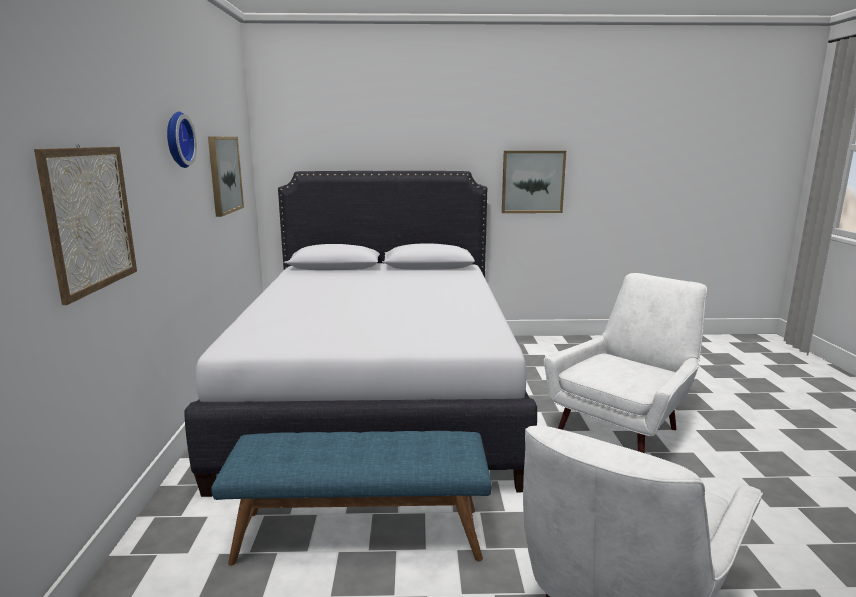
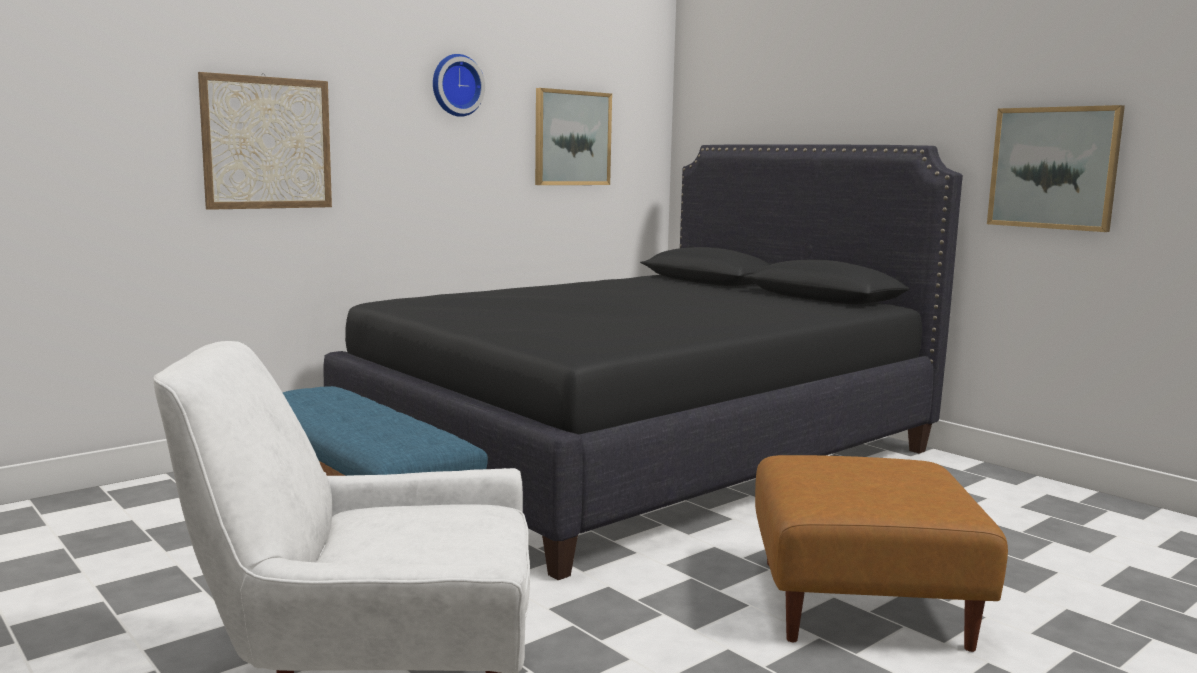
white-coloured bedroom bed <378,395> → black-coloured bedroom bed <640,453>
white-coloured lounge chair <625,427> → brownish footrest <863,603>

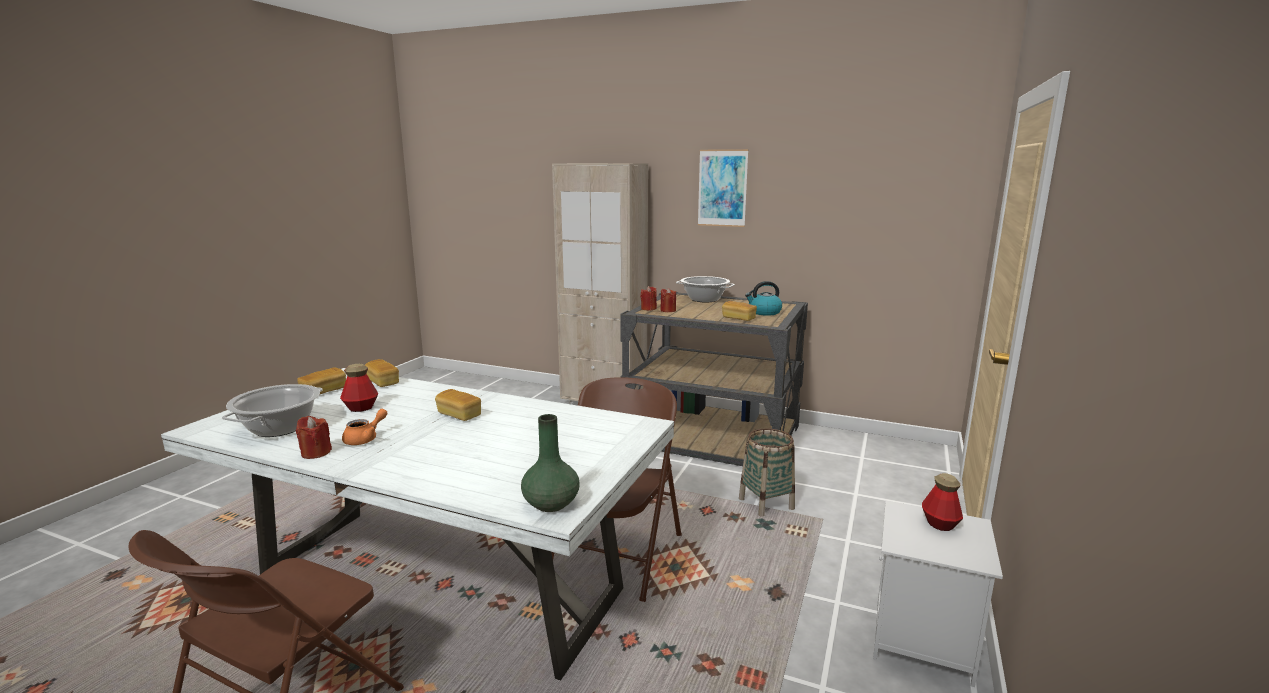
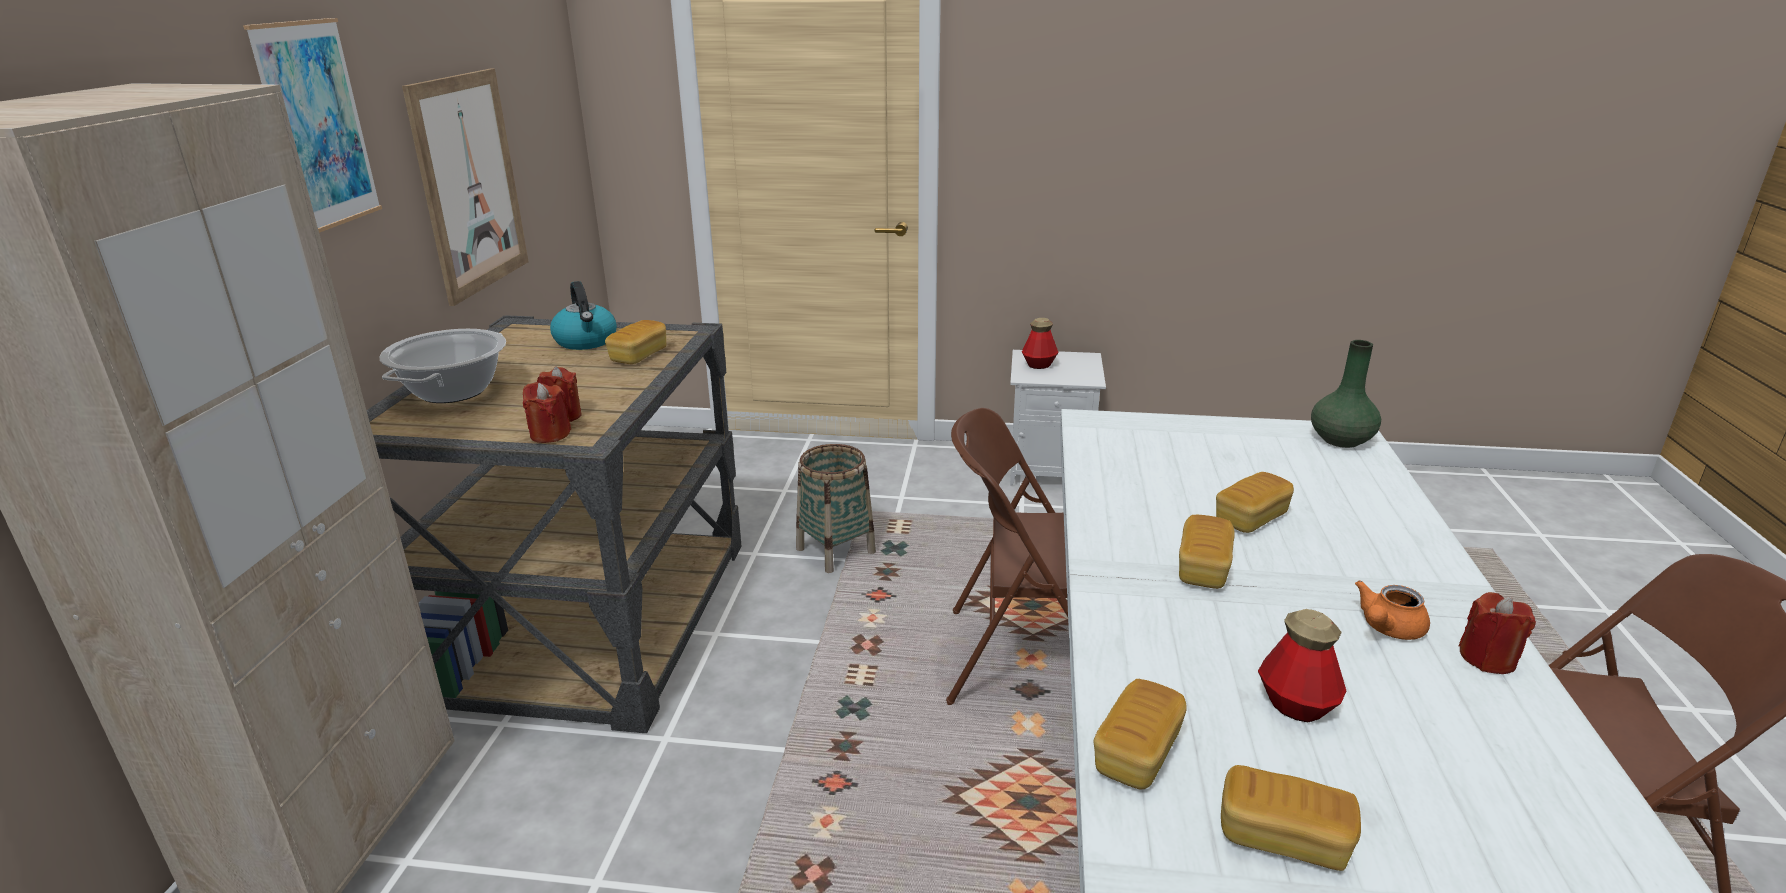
- → wall art <470,184>
- → bakery bread <1251,518>
orange-coloured tea pot <365,439> → orange-coloured tea pot <1387,628>, 60 degrees counterclockwise
saucepot <279,428> → -

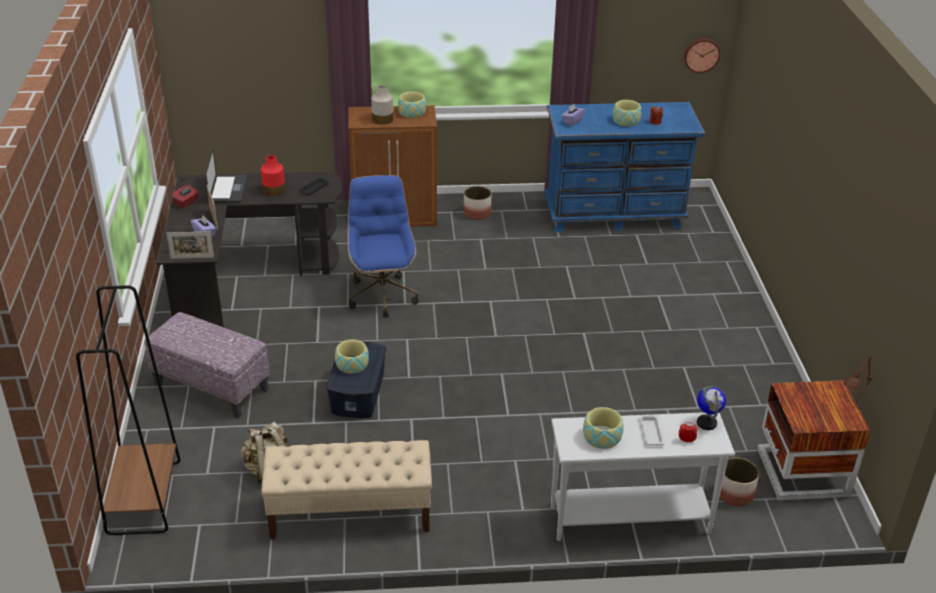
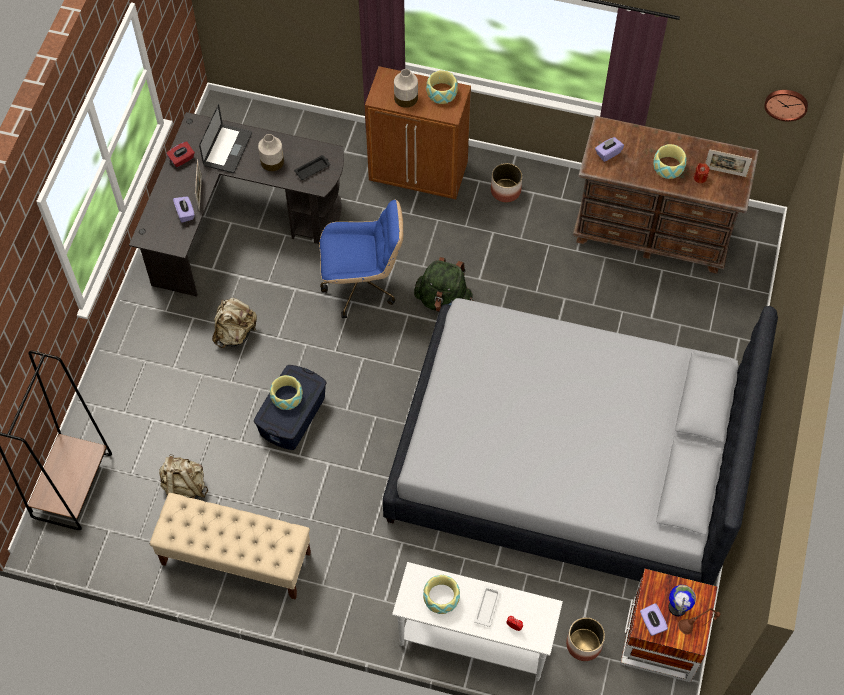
- → sand-coloured knapsack <235,333>
red decorative vase <274,190> → sand-coloured decorative vase <272,161>
blue-coloured office chair <382,294> → blue-coloured office chair <362,287>, 75 degrees clockwise
- → greyish bedroom bed <567,462>
- → green knapsack <444,301>
blue-coloured chest of drawers <614,216> → brownish chest of drawers <651,234>
- → purplish tissue box <652,623>
world globe <706,423> → world globe <677,607>, moved
standing frame <192,258> → standing frame <725,172>, moved
footrest <210,387> → -

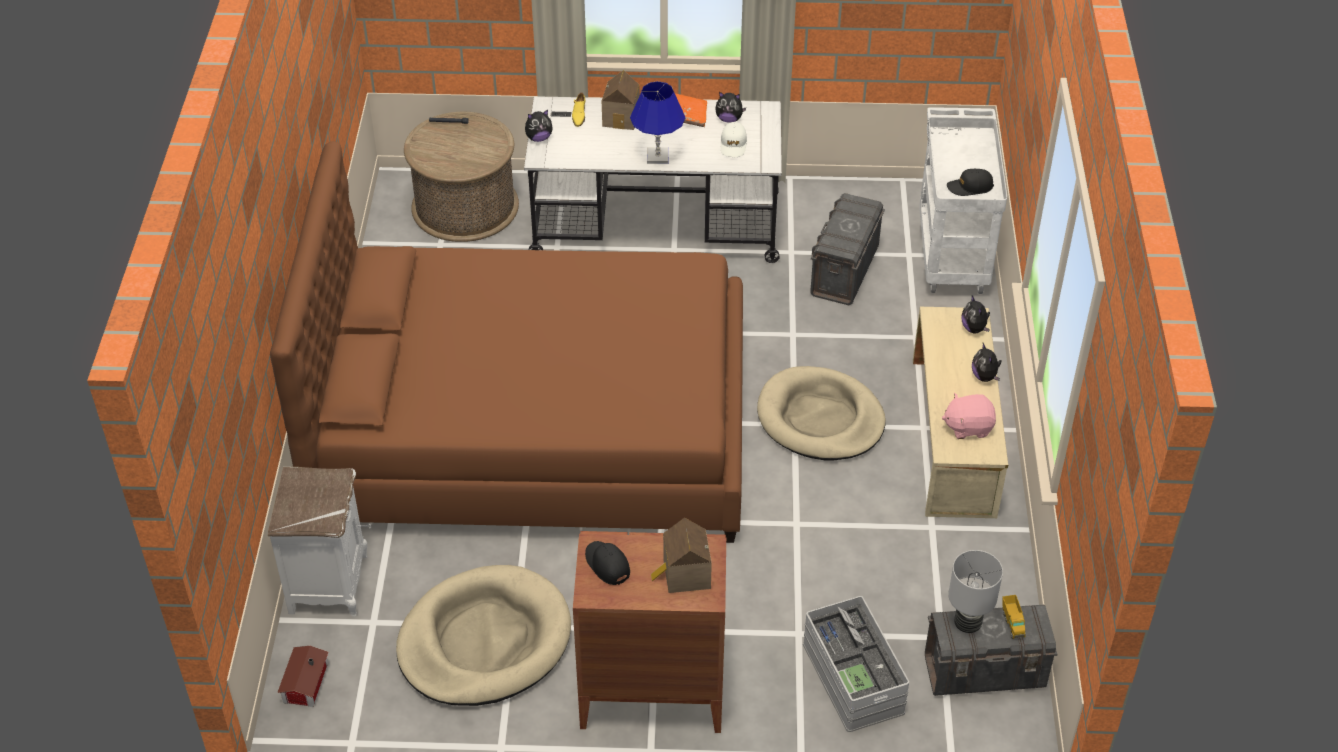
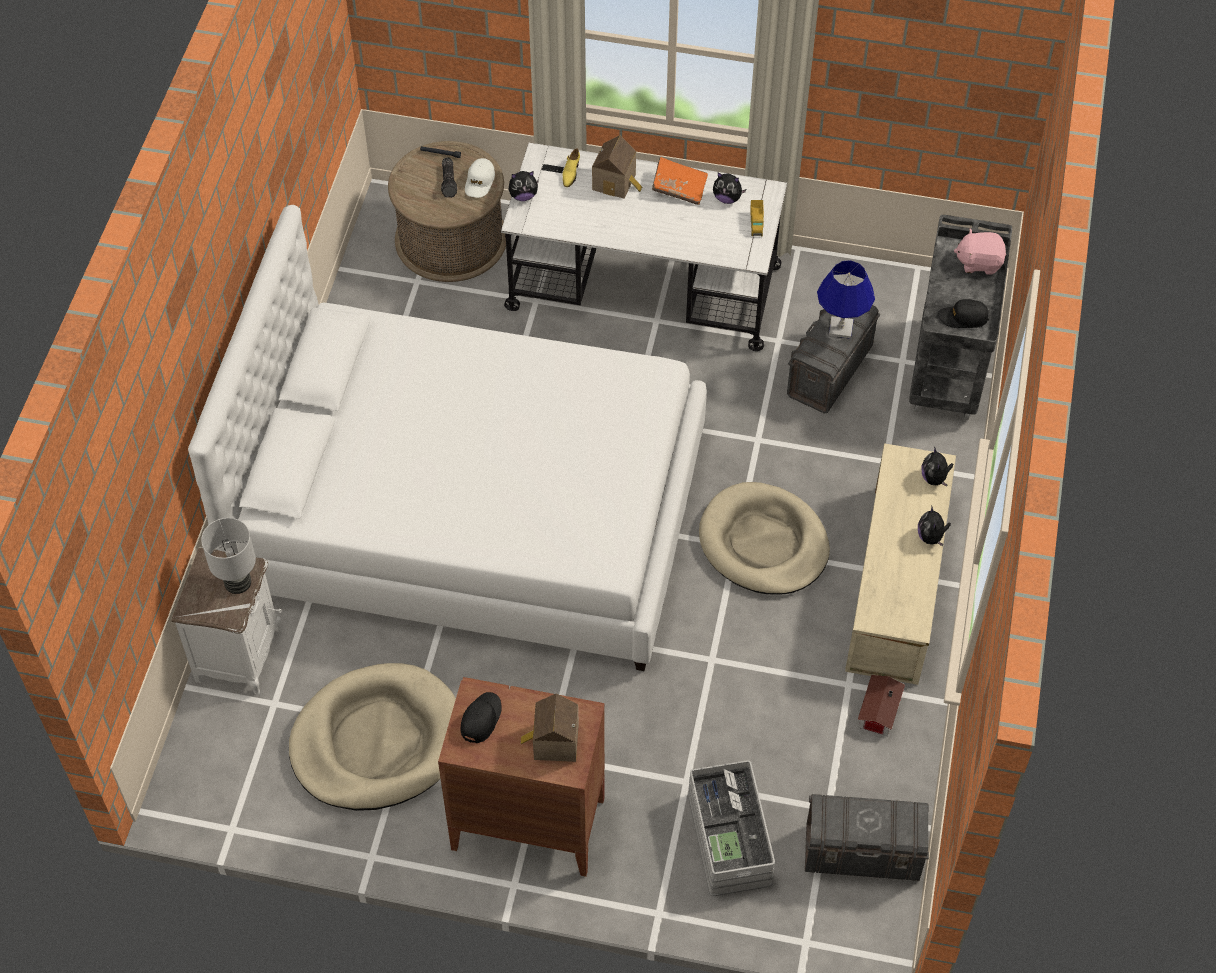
brownish bedroom bed <533,428> → white-coloured bedroom bed <470,511>
greyish table lamp <967,622> → greyish table lamp <237,582>, moved
- → hand torch <449,182>
black-coloured baseball cap <607,564> → black-coloured baseball cap <481,719>, 45 degrees clockwise
white-coloured baseball cap <733,144> → white-coloured baseball cap <479,182>, moved
toy truck <1012,623> → toy truck <756,224>, moved
blue-coloured table lamp <657,157> → blue-coloured table lamp <841,328>, moved
miniature house <303,684> → miniature house <877,711>, moved
white-coloured wheeled cart <951,253> → black-coloured wheeled cart <948,366>
pink-coloured plush toy <968,427> → pink-coloured plush toy <979,262>, moved

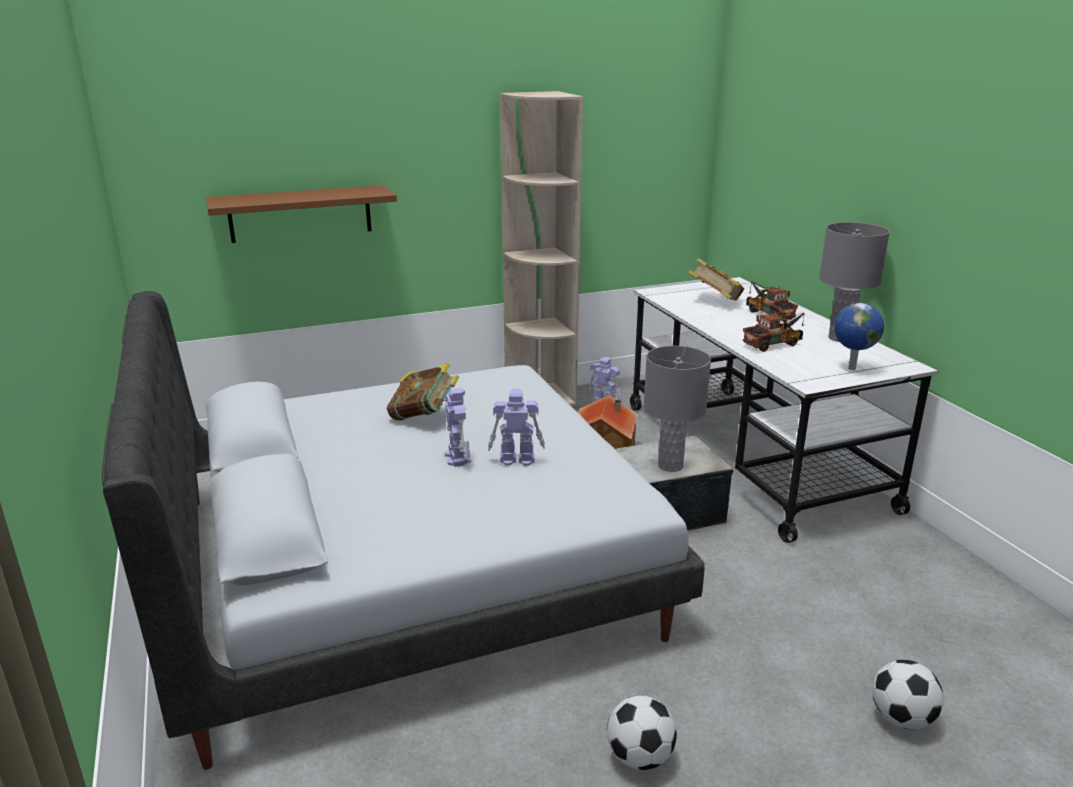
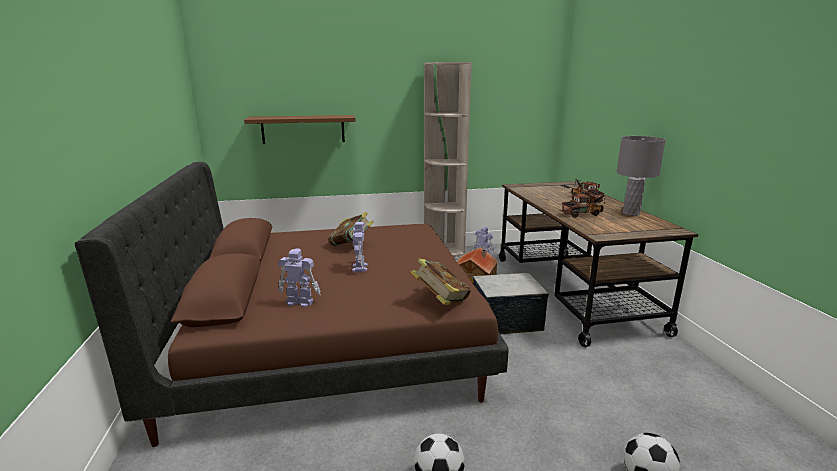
greyish bedroom bed <404,563> → brownish bedroom bed <328,335>
robot figure <516,459> → robot figure <299,302>, moved
bound book <714,301> → bound book <440,301>, moved
white-coloured desk unit <751,455> → brownish desk unit <571,292>
greyish table lamp <671,466> → -
world globe <850,368> → -

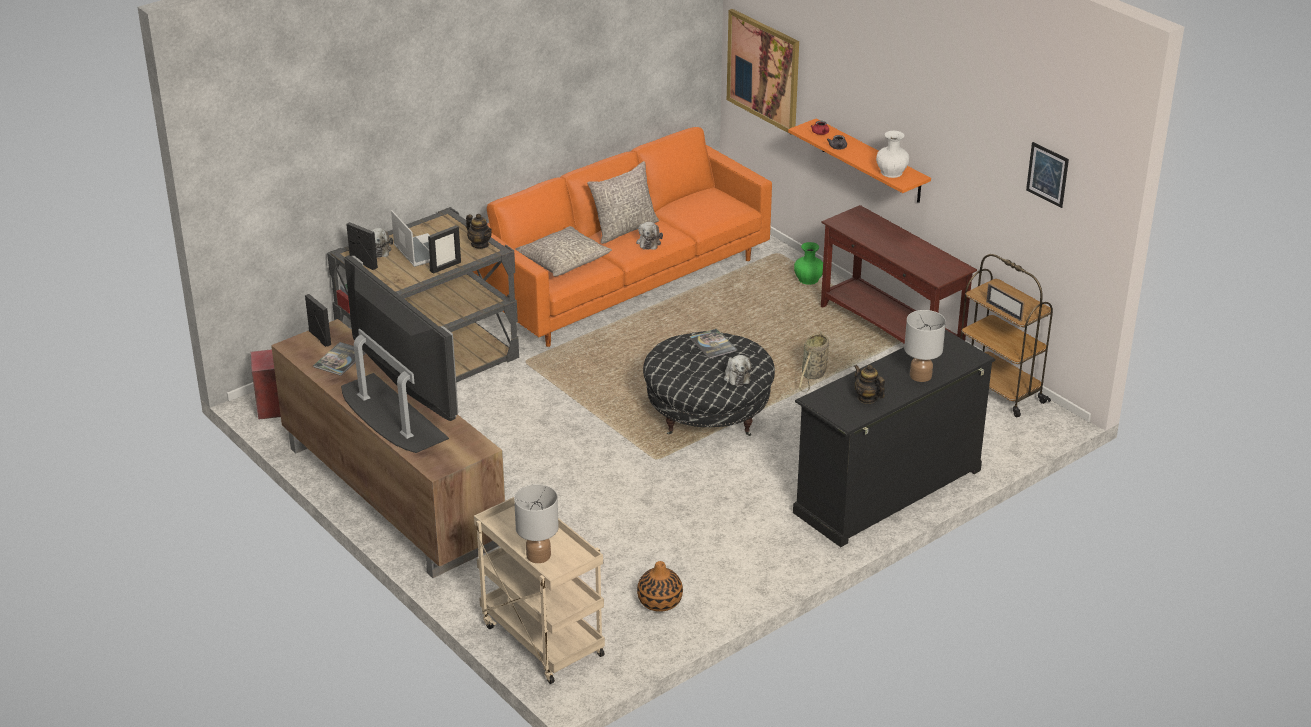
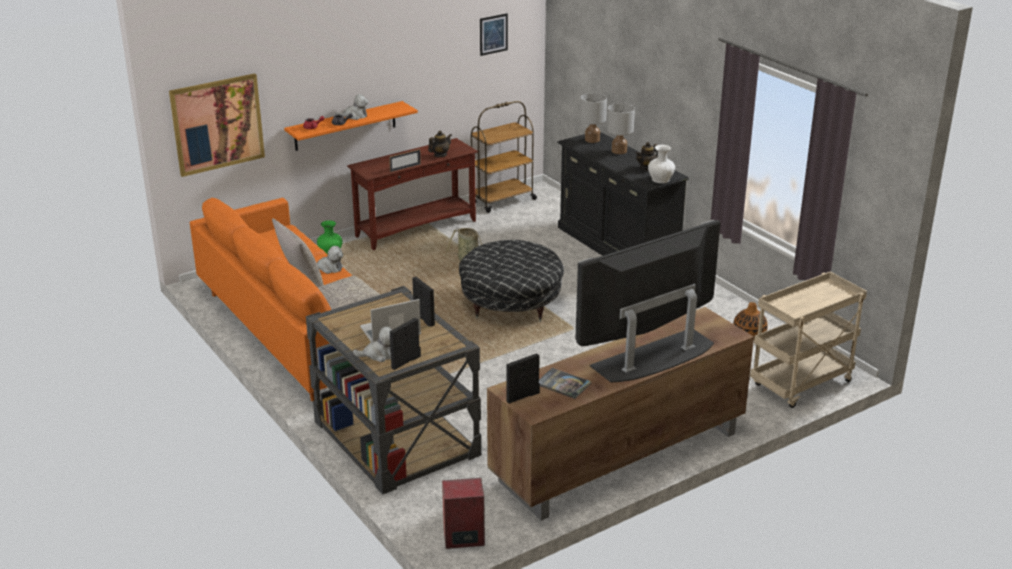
plush toy <736,376> → plush toy <354,116>, moved
standing frame <1004,311> → standing frame <405,168>, moved
tea pot <480,244> → tea pot <440,155>, moved
greyish table lamp <538,555> → greyish table lamp <592,140>, moved
white-coloured decorative vase <891,172> → white-coloured decorative vase <661,179>, moved
bound book <713,344> → -

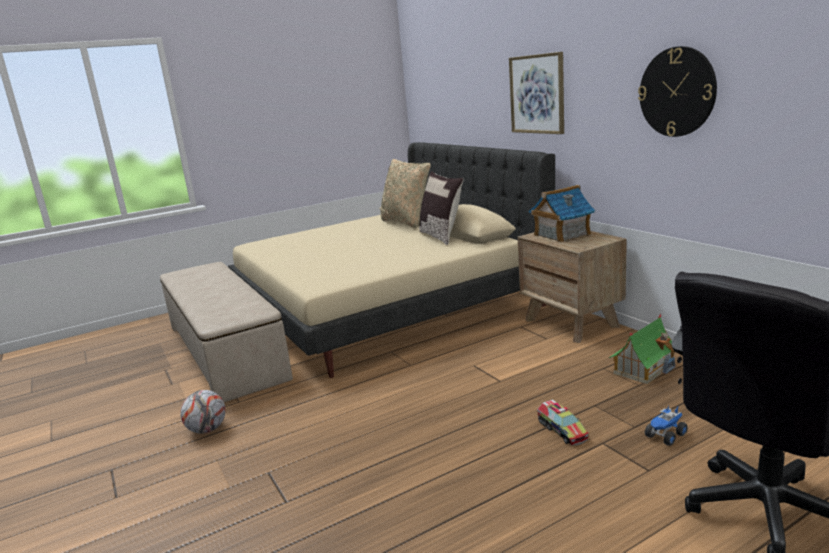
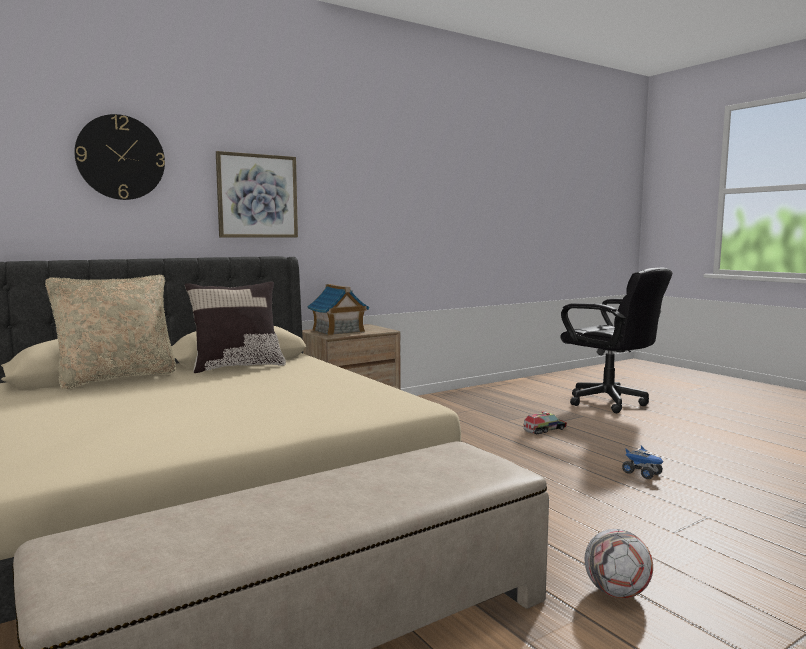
clock on the wall <677,92> → clock on the wall <120,157>, moved
toy truck <665,436> → toy truck <642,473>, moved
miniature house <644,368> → -

